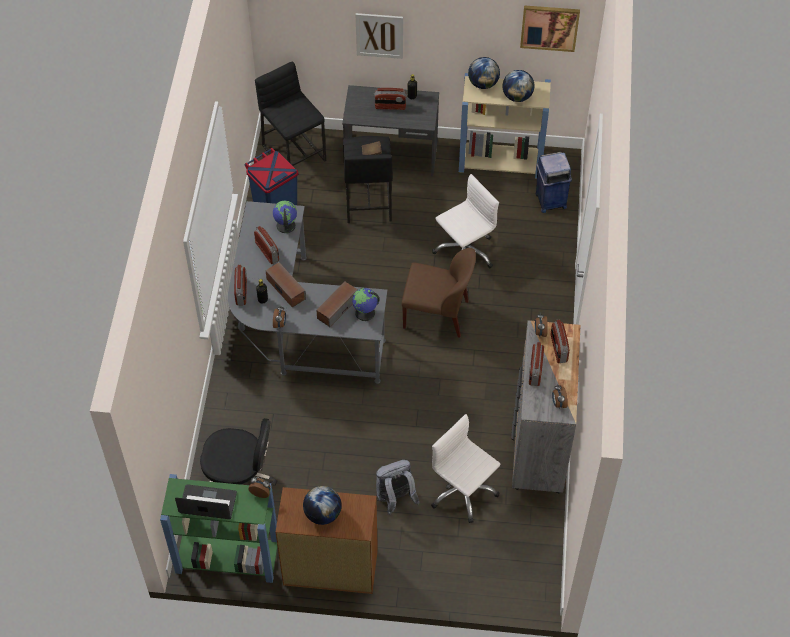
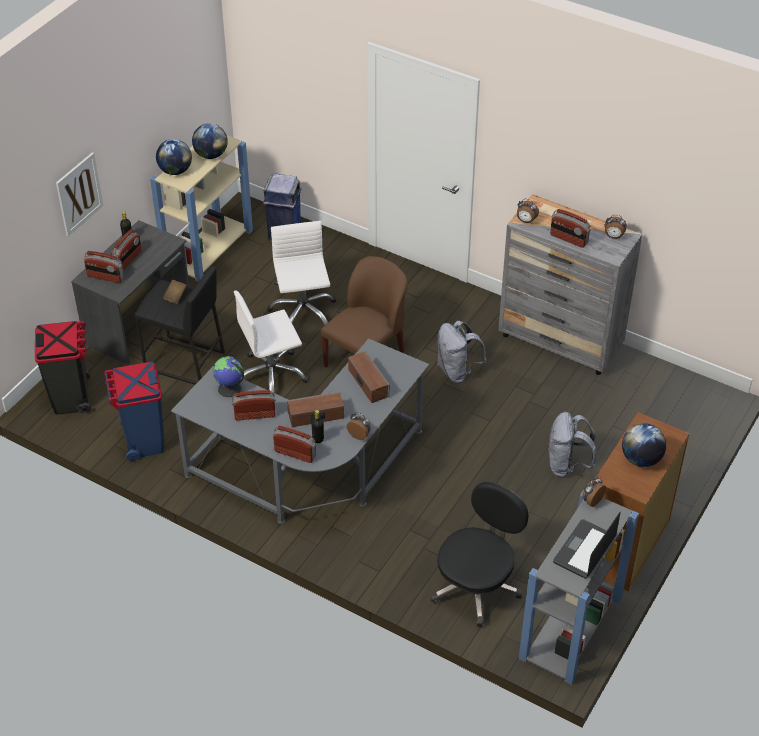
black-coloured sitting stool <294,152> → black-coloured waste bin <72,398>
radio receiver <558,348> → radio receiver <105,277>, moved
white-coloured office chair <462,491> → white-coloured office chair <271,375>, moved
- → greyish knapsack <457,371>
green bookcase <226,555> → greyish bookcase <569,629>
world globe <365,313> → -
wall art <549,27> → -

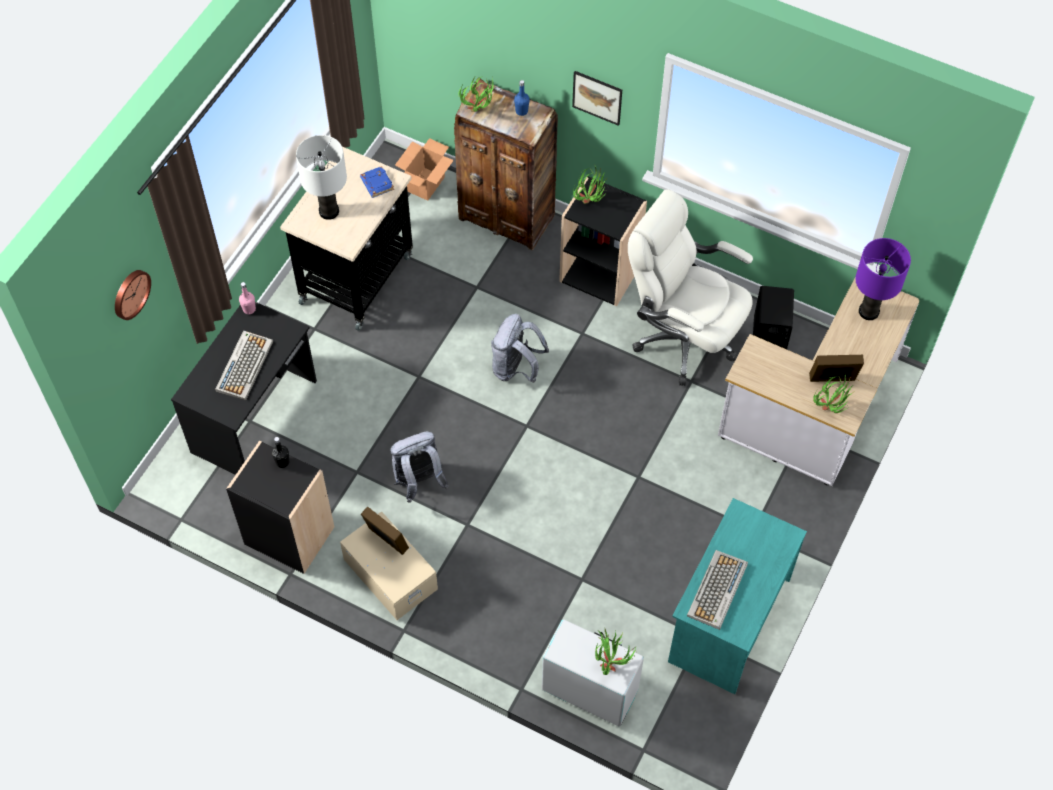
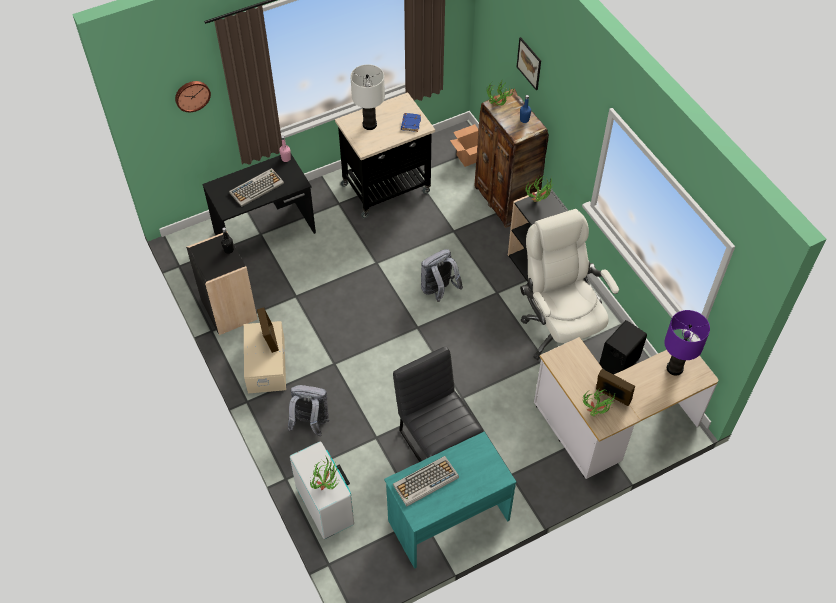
greyish knapsack <418,482> → greyish knapsack <310,423>, moved
- → greyish upright chair <437,440>
wall art <597,97> → wall art <529,63>, moved

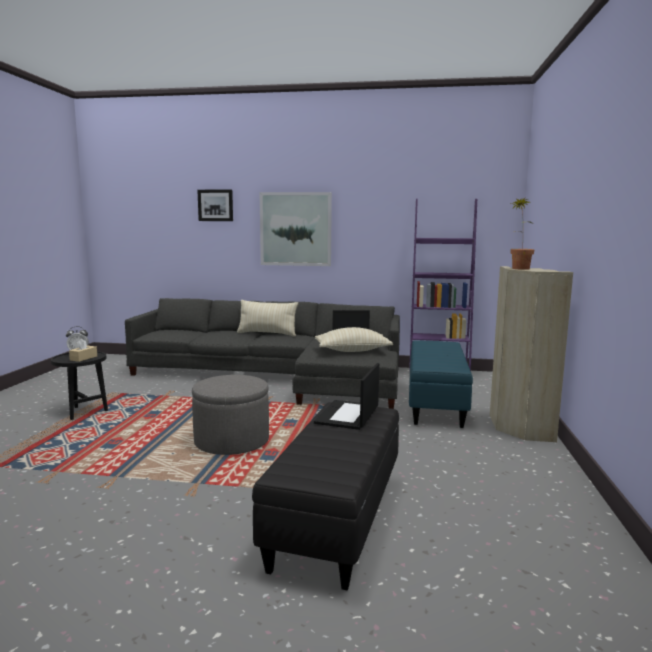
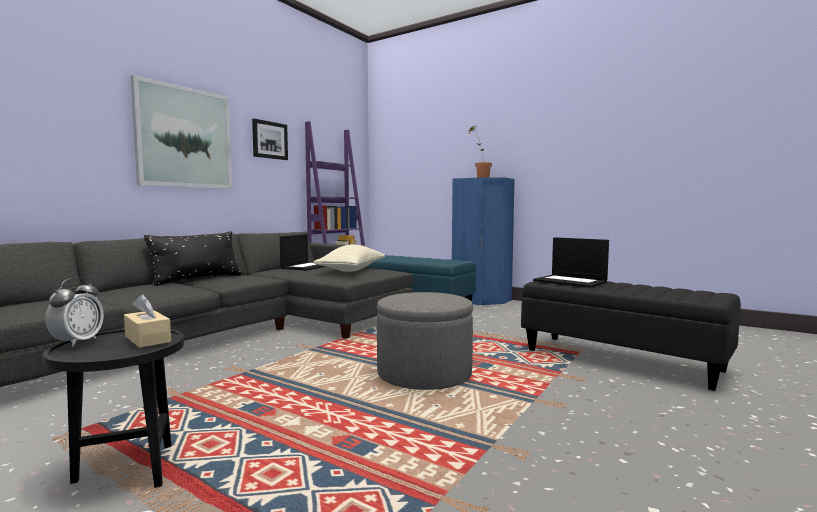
sand-coloured pillow <267,334> → black-coloured pillow <197,280>
wall art <215,205> → wall art <269,140>, moved
sand-coloured cabinet <522,427> → blue-coloured cabinet <481,300>

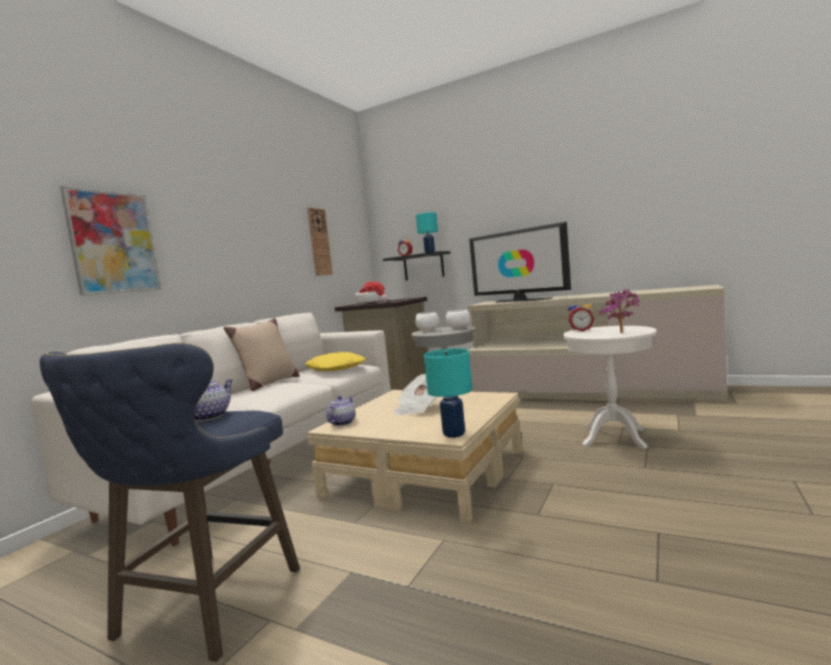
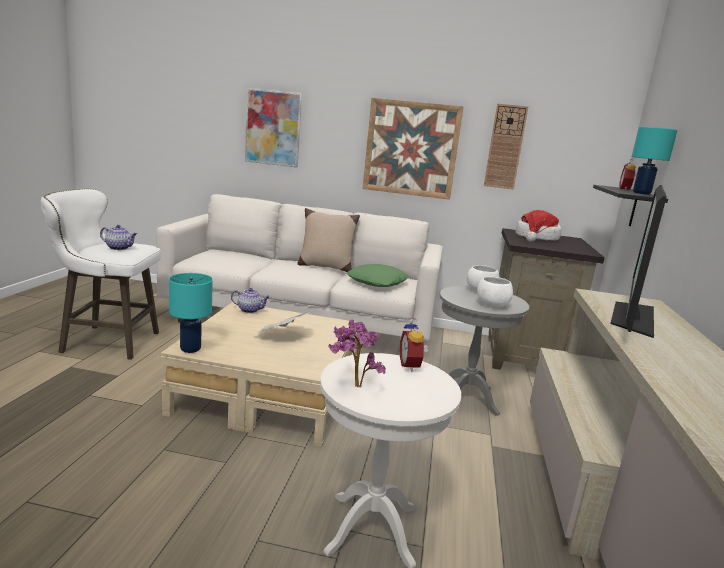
blue-coloured sitting stool <204,607> → white-coloured sitting stool <106,341>
yellow pillow <336,368> → green pillow <377,282>
- → wall art <411,149>

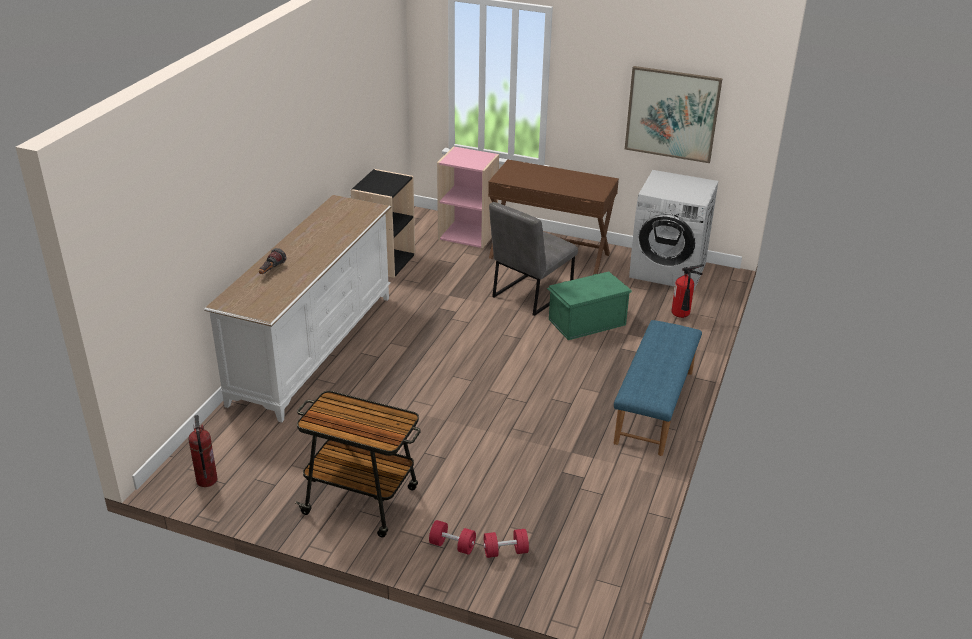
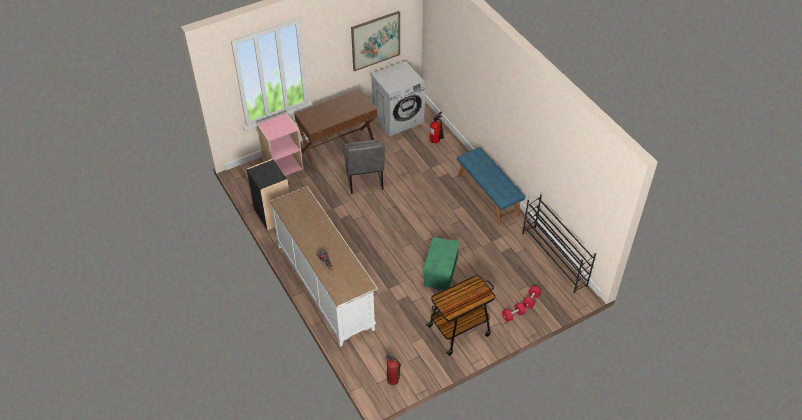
green storage container <586,321> → green storage container <440,272>, moved
- → black-coloured shoe stand <554,259>

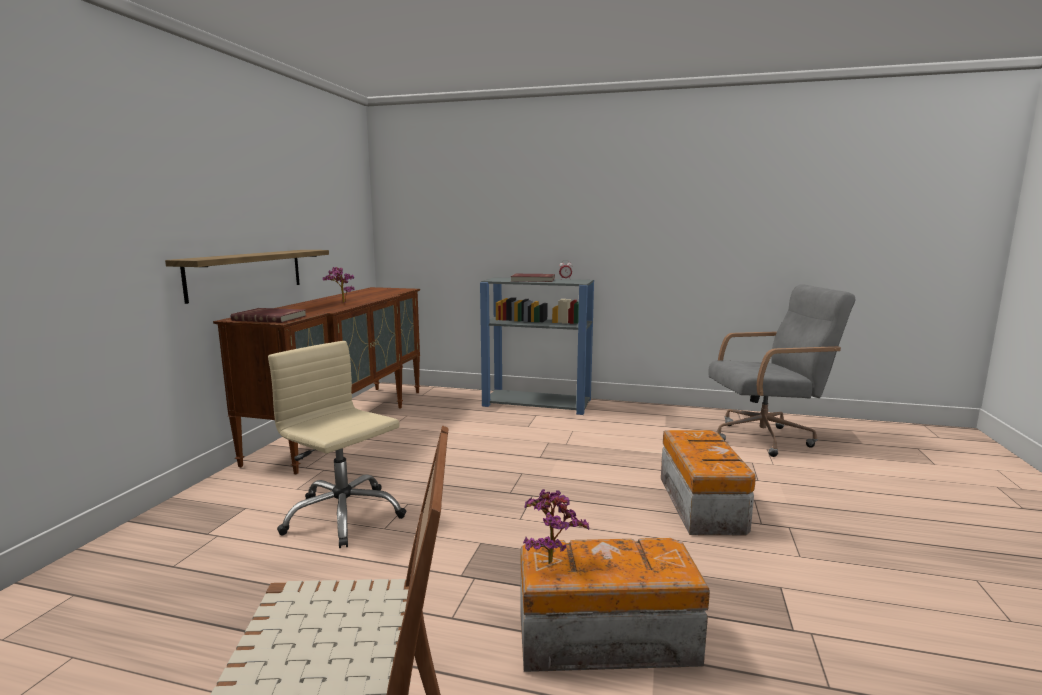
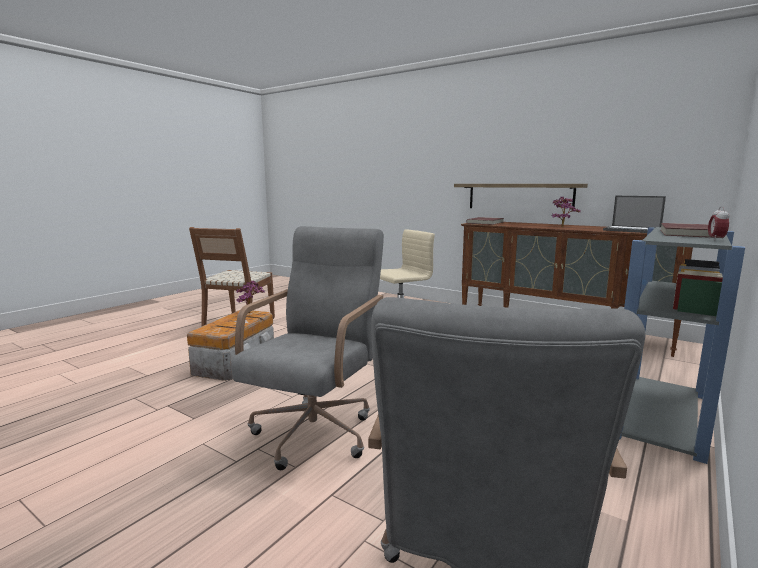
storage container <701,504> → greyish office chair <317,432>
- → laptop <633,230>

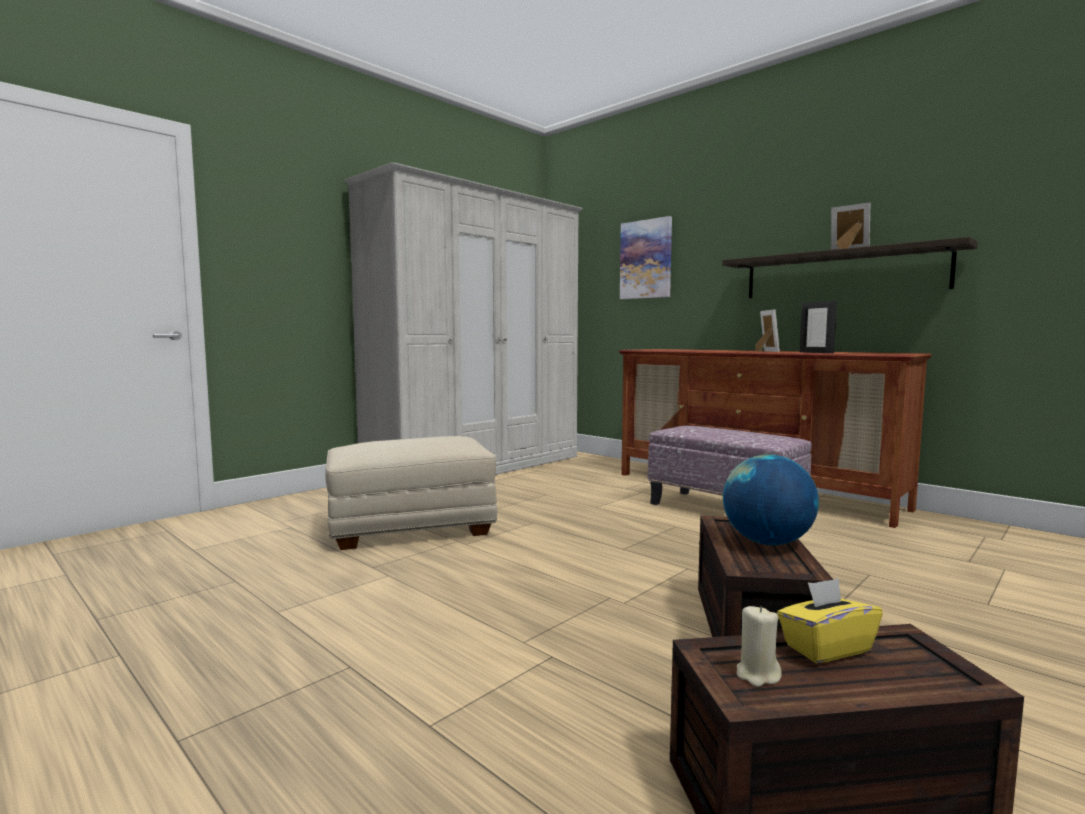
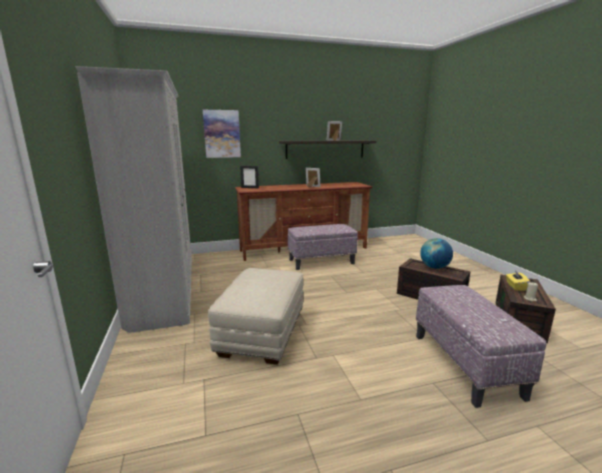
standing frame <816,352> → standing frame <250,187>, moved
- → footrest <464,364>

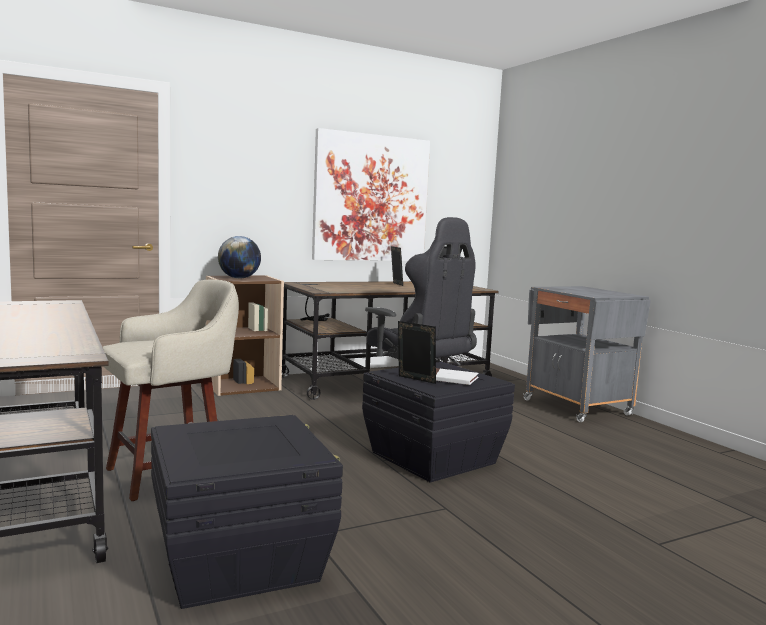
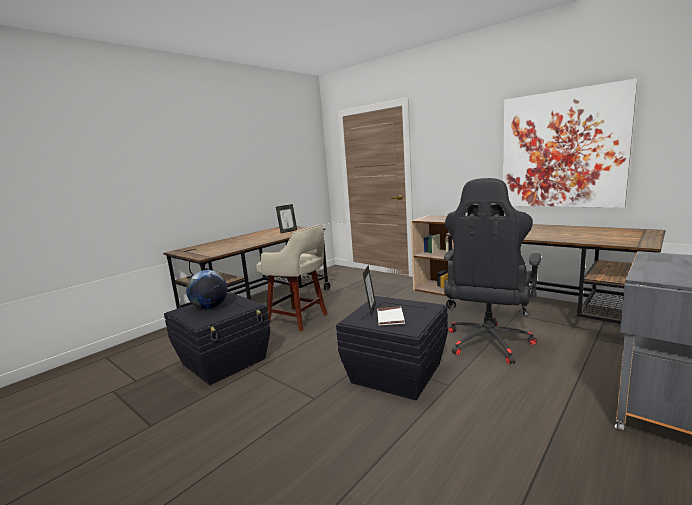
world globe <239,278> → world globe <210,307>, moved
standing frame <396,284> → standing frame <288,231>, moved

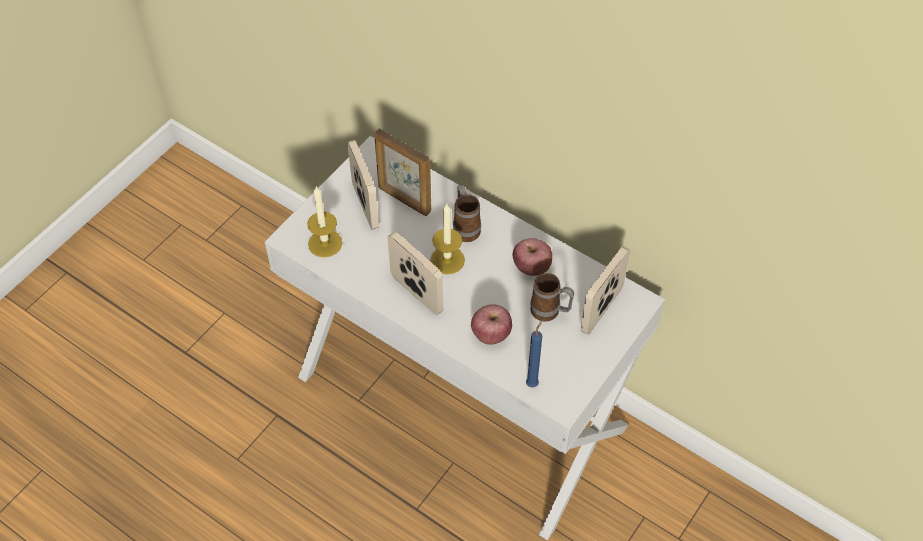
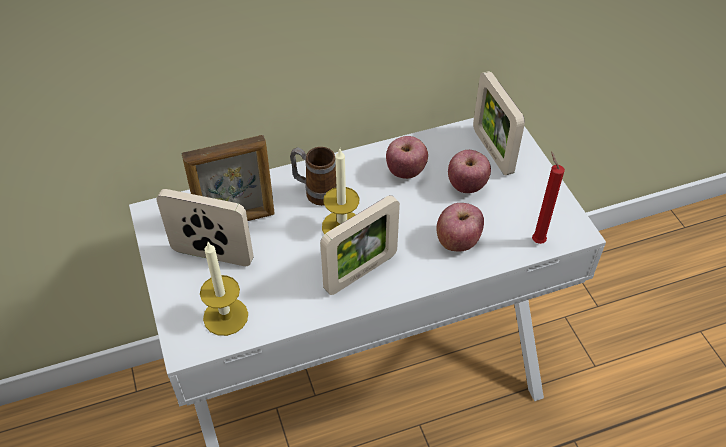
standing frame <416,293> → standing frame <360,272>, 150 degrees clockwise
mug <550,312> → apple fruit <467,185>
blue-coloured wax candle <533,382> → red wax candle <536,240>

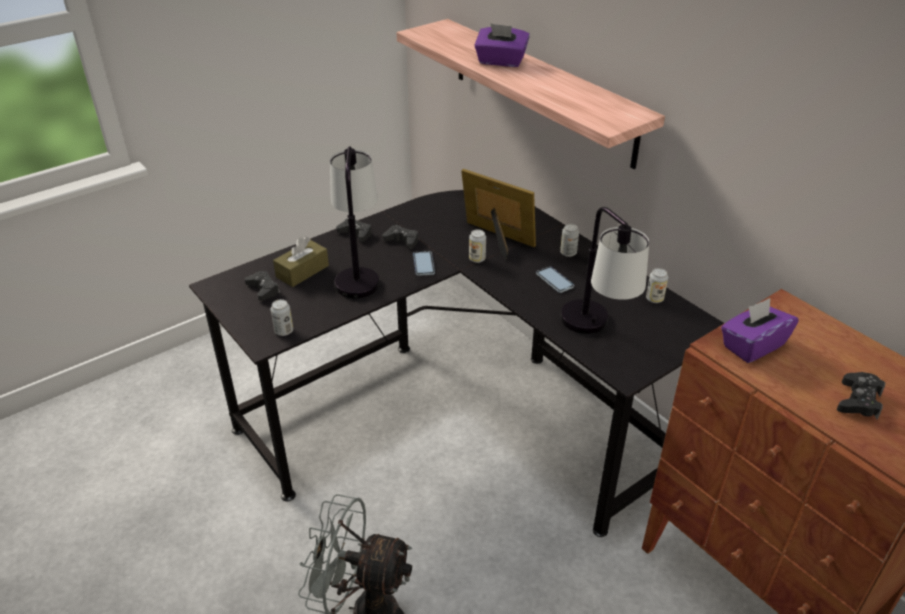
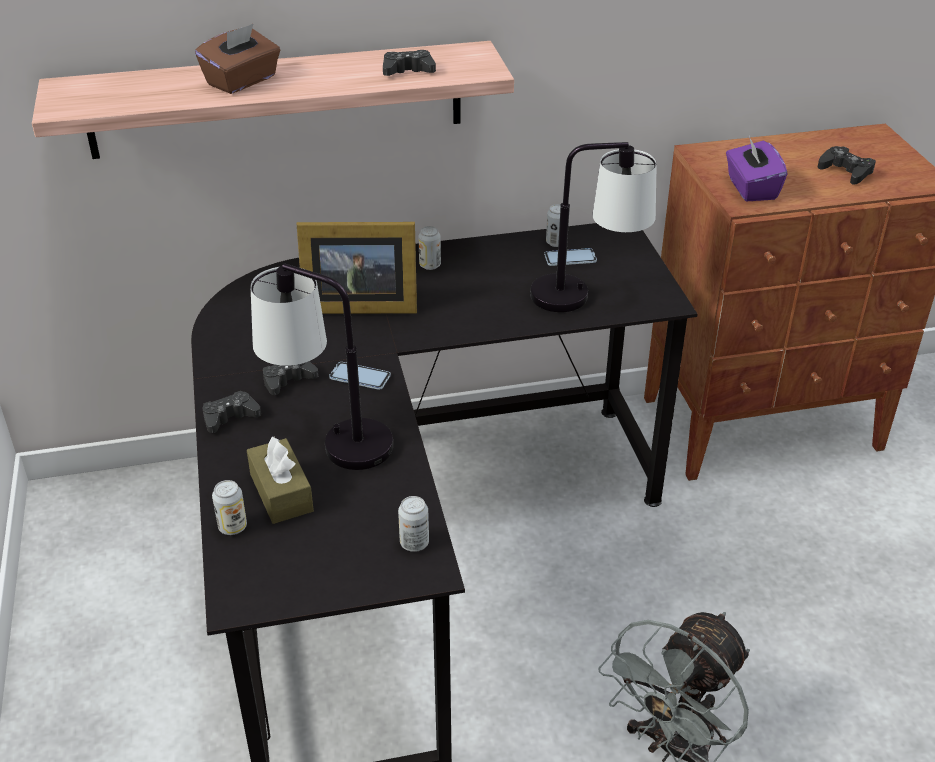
purplish tissue box <501,62> → brownish tissue box <242,81>
metal can <477,259> → metal can <232,527>, moved
standing frame <497,239> → standing frame <357,304>, 150 degrees counterclockwise
black-coloured gamepad <263,289> → black-coloured gamepad <408,70>, moved
phone <554,280> → phone <570,258>, moved

